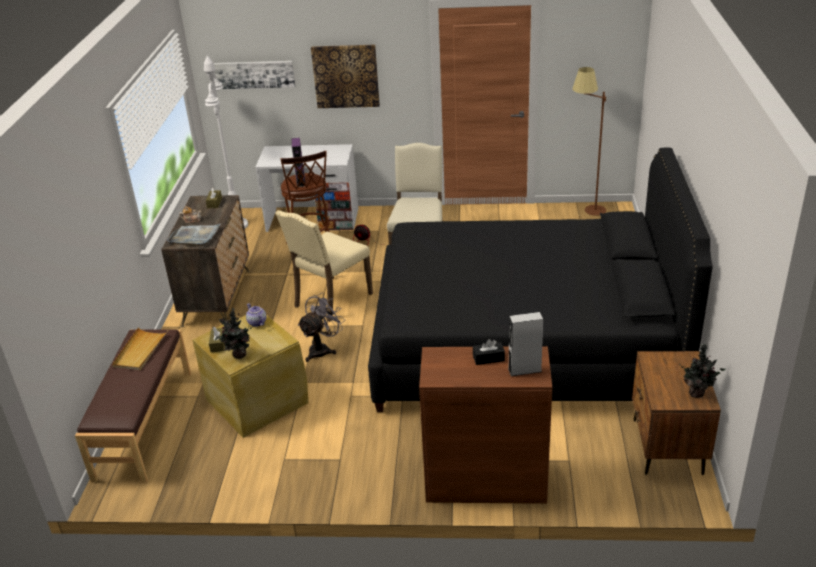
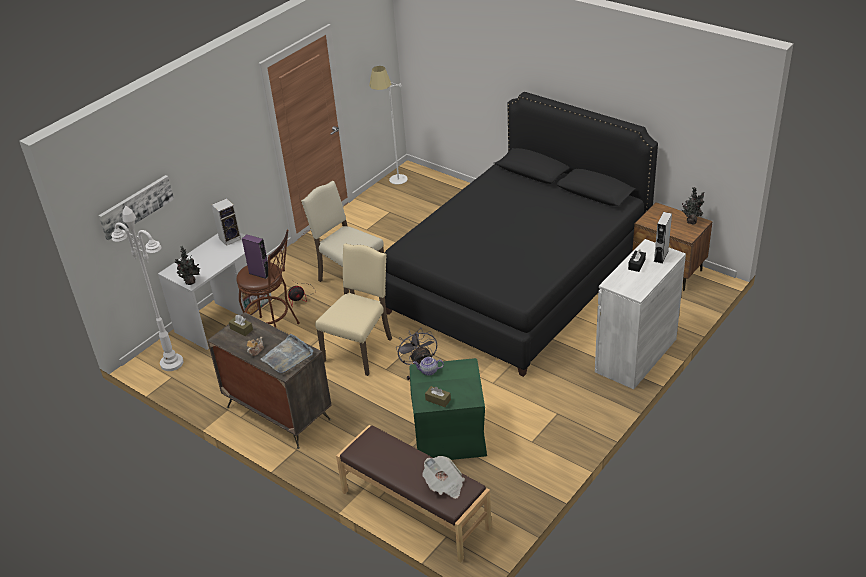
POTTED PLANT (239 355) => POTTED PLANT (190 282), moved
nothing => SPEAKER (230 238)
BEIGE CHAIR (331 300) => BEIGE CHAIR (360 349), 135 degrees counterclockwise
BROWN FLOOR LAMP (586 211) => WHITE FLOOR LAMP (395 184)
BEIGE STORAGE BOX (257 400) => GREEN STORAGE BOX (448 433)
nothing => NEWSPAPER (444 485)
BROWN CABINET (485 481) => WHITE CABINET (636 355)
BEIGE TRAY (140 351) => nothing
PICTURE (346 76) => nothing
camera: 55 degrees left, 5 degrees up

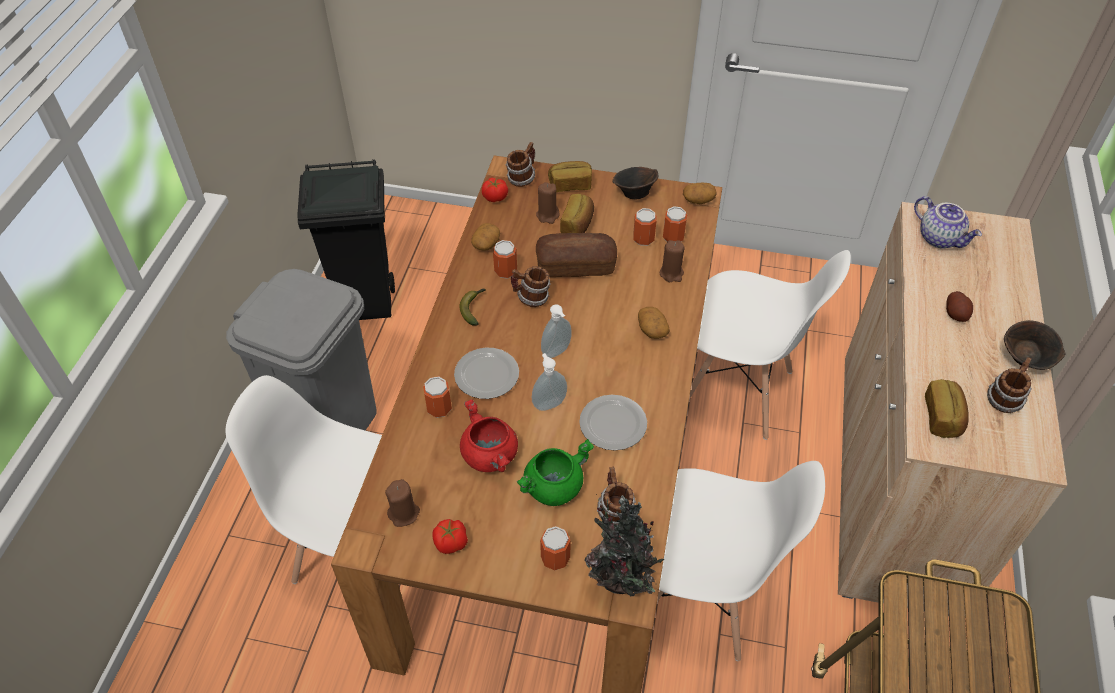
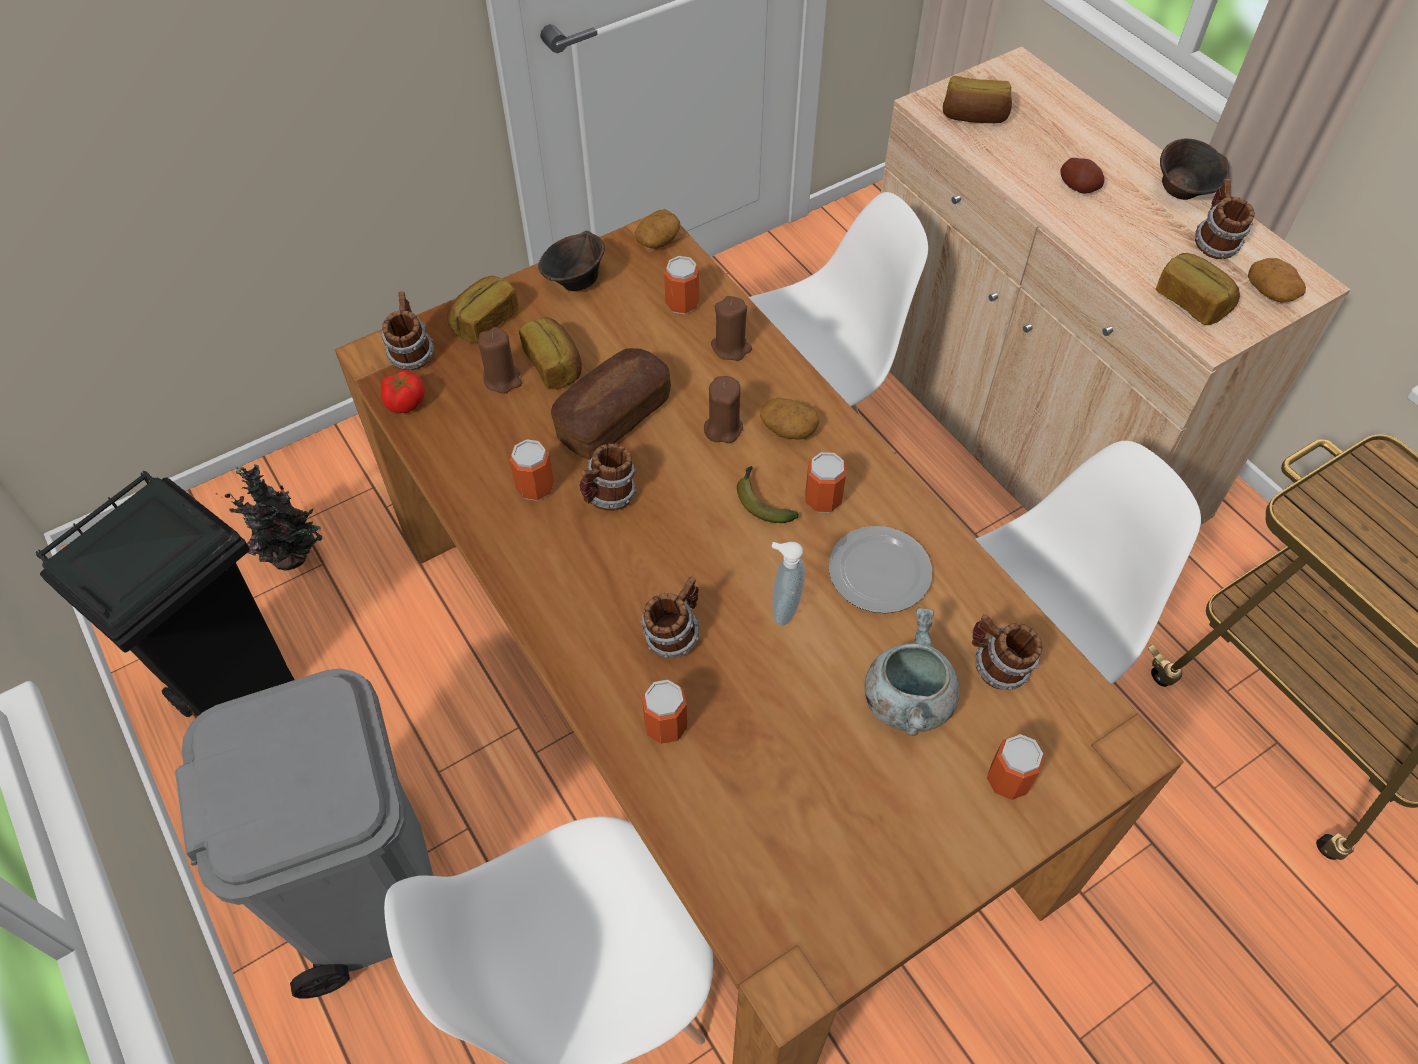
POTTED PLANT (622 581) => POTTED PLANT (294 556), moved
PLATE (487 376) => MUG (673 635)
BROWN CANDLE (404 513) => BROWN CANDLE (723 428), moved
BANANA (474 308) => BANANA (761 501), moved
CAN (643 239) => CAN (823 499), moved
GREEN COOKING POT (553 486) => GREY COOKING POT (906 699)
TEAPOT (940 238) => BREAD (973 116)
POTATO (486 244) => POTATO (1271 292), moved
TOMATO (451 543) => nothing
RED COOKING POT (491 455) => nothing
SOAP DISPENSER (557 353) => nothing
camera: 45 degrees left, 5 degrees up

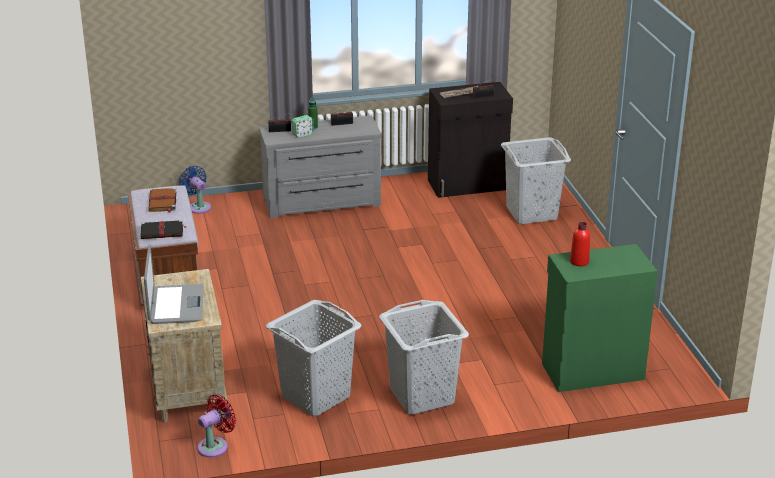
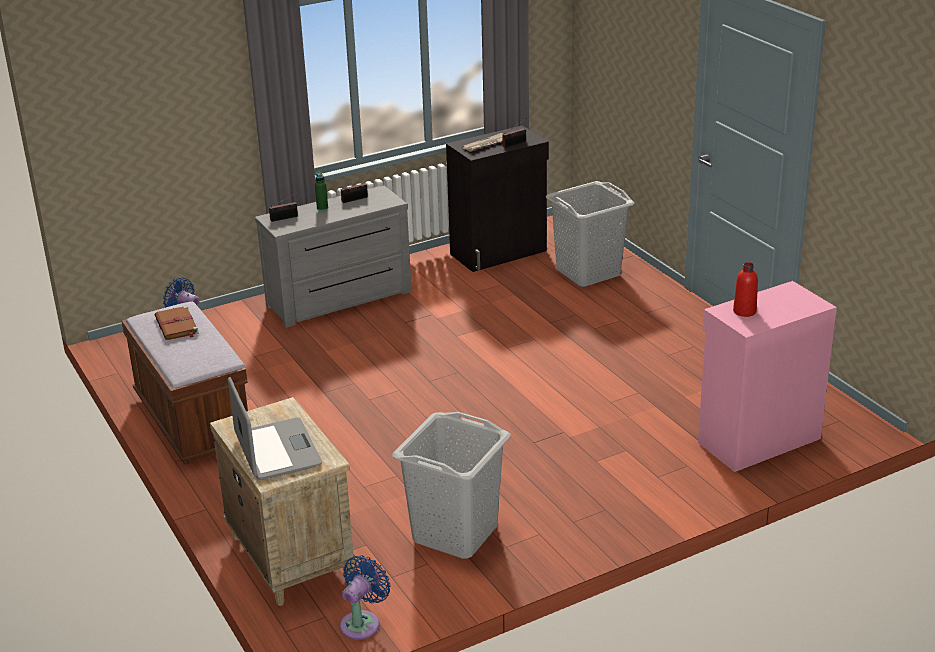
RED FAN (215 446) => BLUE FAN (362 622)
GREEN CABINET (591 371) => PINK CABINET (757 440)
BLACK BOOK (163 231) => nothing
ALARM CLOCK (302 134) => nothing
GREY LAUNDRY BASKET (422 396) => nothing
camera: 15 degrees left, 0 degrees up

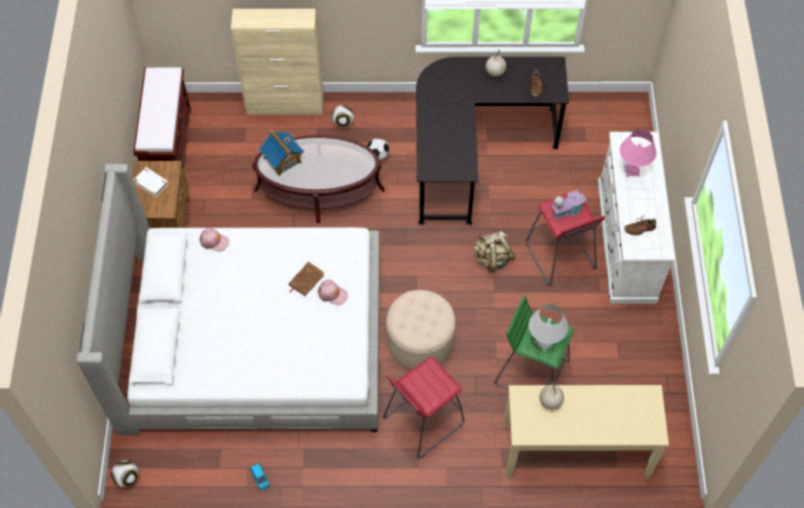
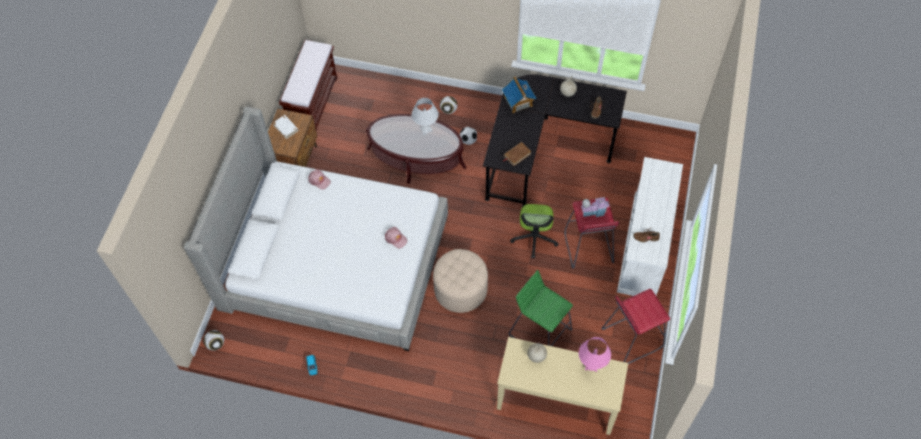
WHITE TABLE LAMP (544 342) => WHITE TABLE LAMP (426 129), moved
TOY HOUSE (282 160) => TOY HOUSE (518 102), moved
BROWN BOOK (306 280) => BROWN BOOK (517 155), moved
BEIGE BACKPACK (492 259) => OFFICE CHAIR (534 238)
PINK TABLE LAMP (632 171) => PINK TABLE LAMP (591 365), moved
RED STOOL (422 421) => RED STOOL (631 338), moved
BEIGE CABINET (285 105) => nothing
camera: 15 degrees right, 0 degrees up

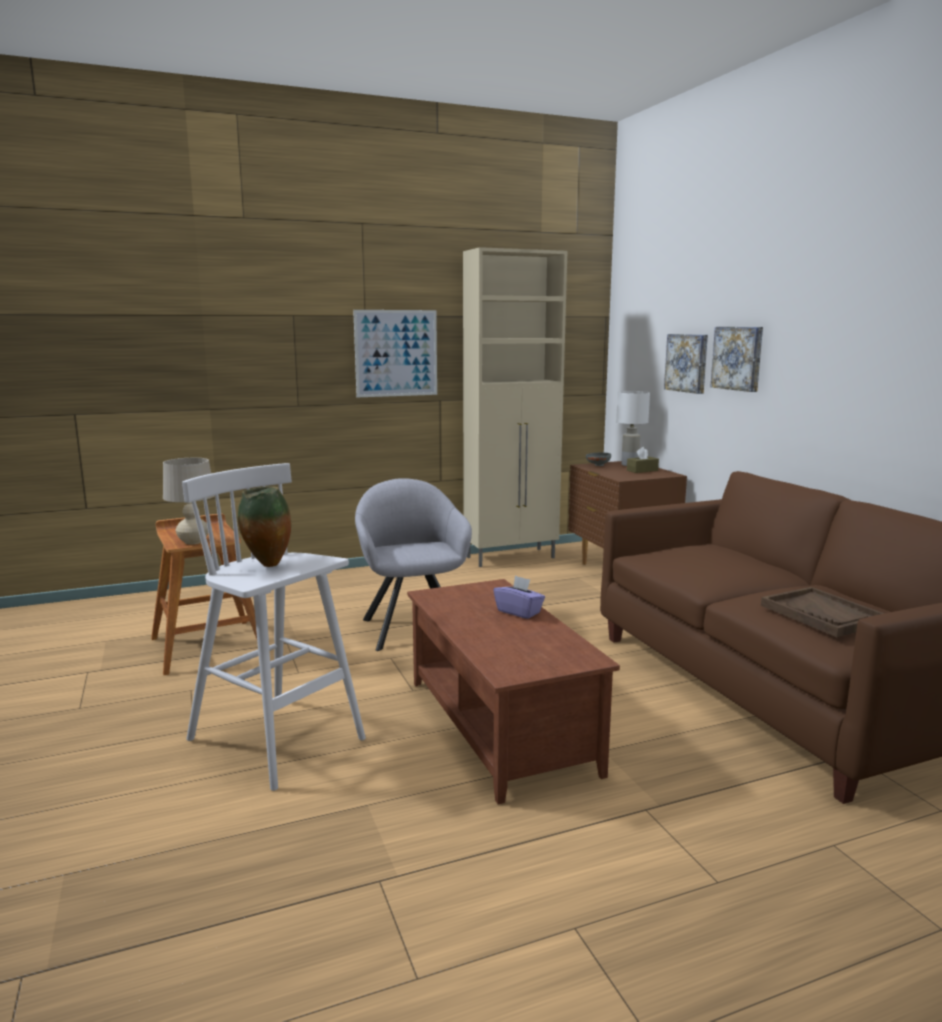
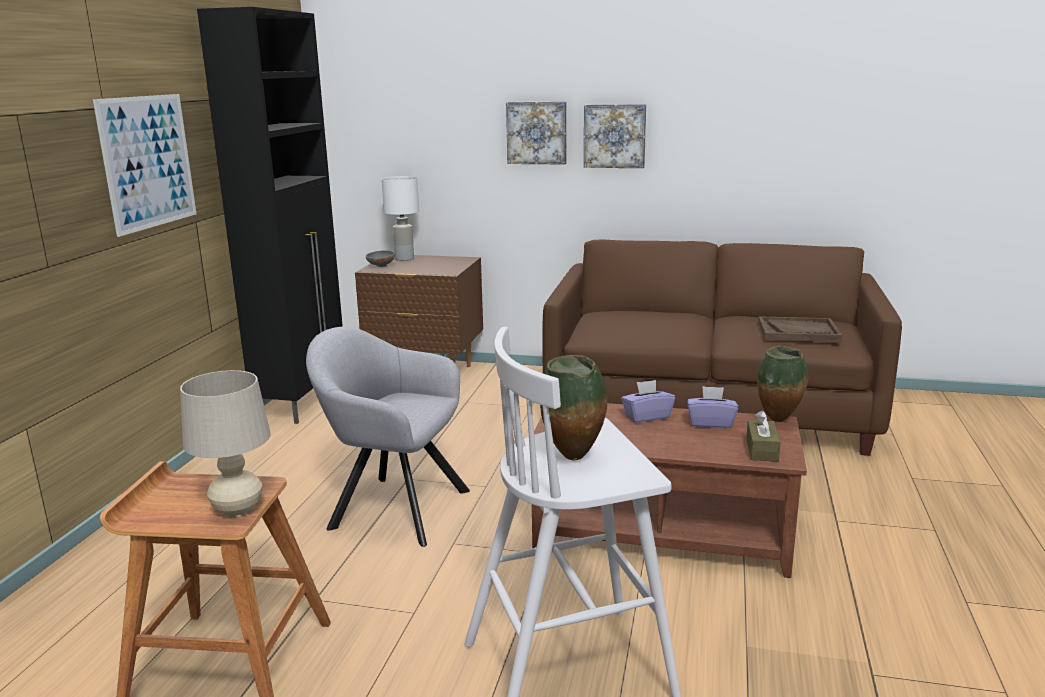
BEIGE CABINET (512 557) => BLACK CABINET (303 401)
PICTURE (687 363) => PICTURE (614 136), moved
nothing => PURPLE TISSUE BOX (711 423)
BROWN TISSUE BOX (642 470) => BROWN TISSUE BOX (762 450), moved
nothing => VASE (779 421)
camera: 55 degrees left, 5 degrees up

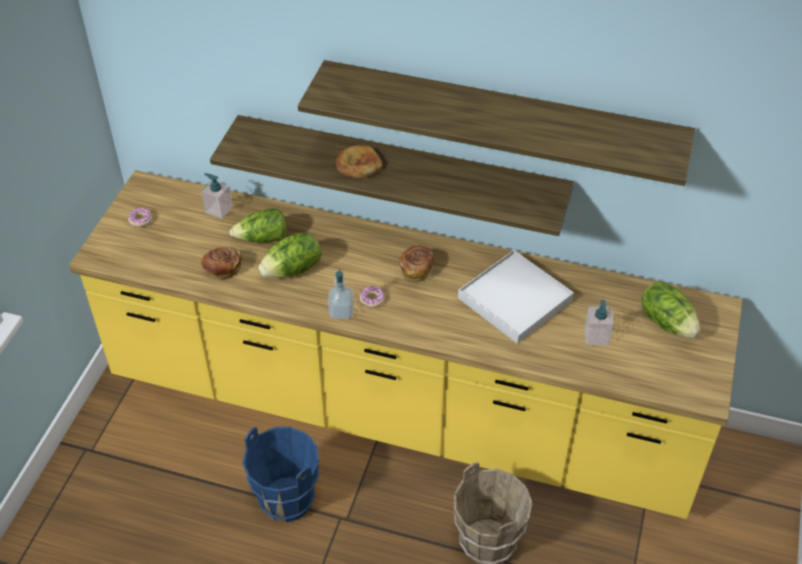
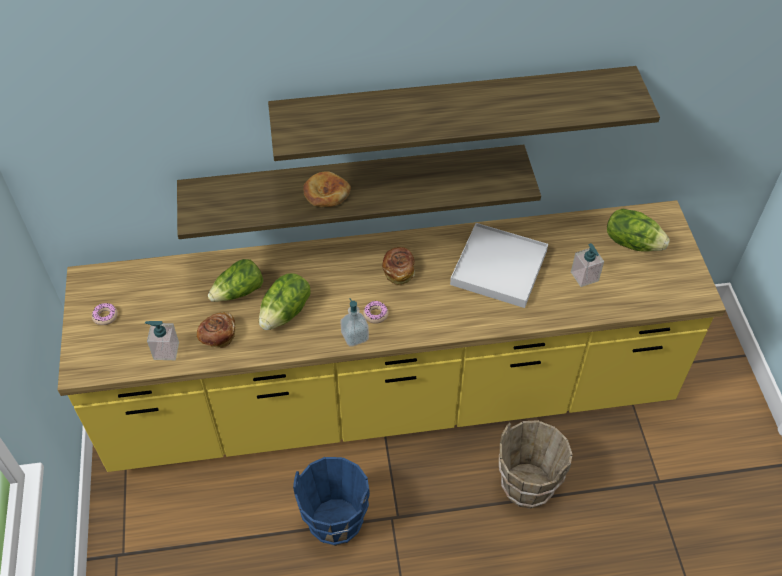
SOAP DISPENSER (219 210) => SOAP DISPENSER (166 351), moved
camera: 25 degrees left, 5 degrees up

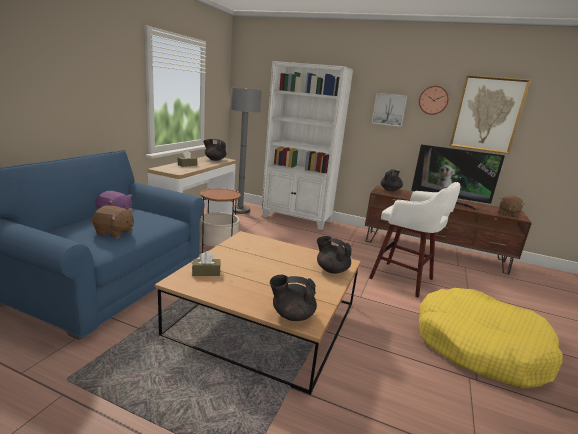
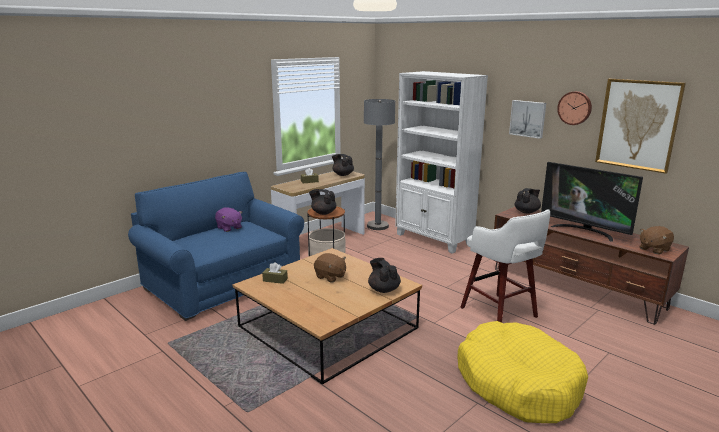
BLACK TEAPOT (292 315) => BLACK TEAPOT (323 213), moved
BROWN PLUSH TOY (114 232) => BROWN PLUSH TOY (330 277), moved
camera: 25 degrees right, 0 degrees up

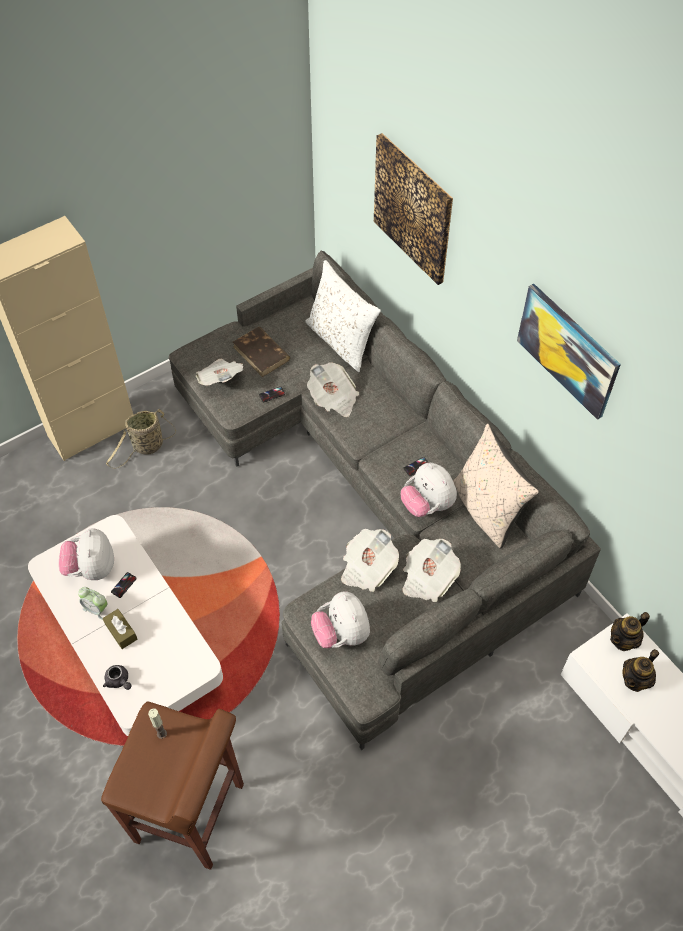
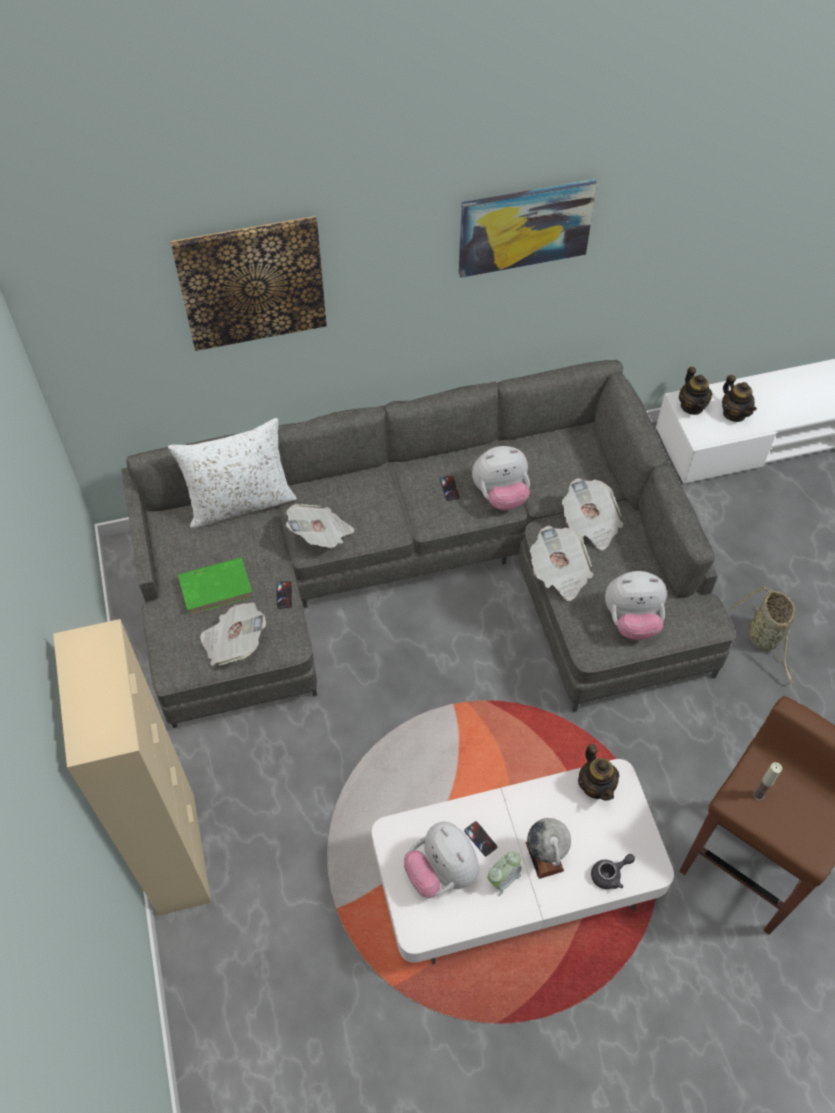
BROWN BOOK (262 353) => GREEN BOOK (216 587)
PLUSH TOY (91 568) => PLUSH TOY (442 872), 45 degrees clockwise
BROWN TISSUE BOX (121 632) => GLOBE (544 856)
nothing => TEAPOT (596 785)
BASKET (146 447) => BASKET (764 639), moved
BEIGE PILLOW (487 510) => nothing
camera: 70 degrees left, 0 degrees up

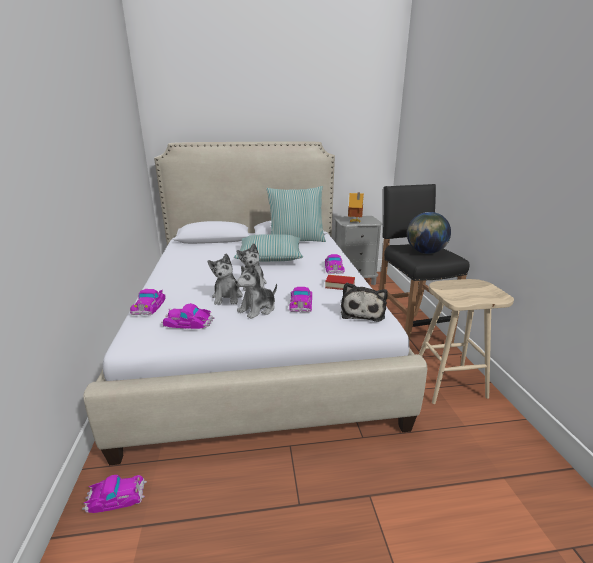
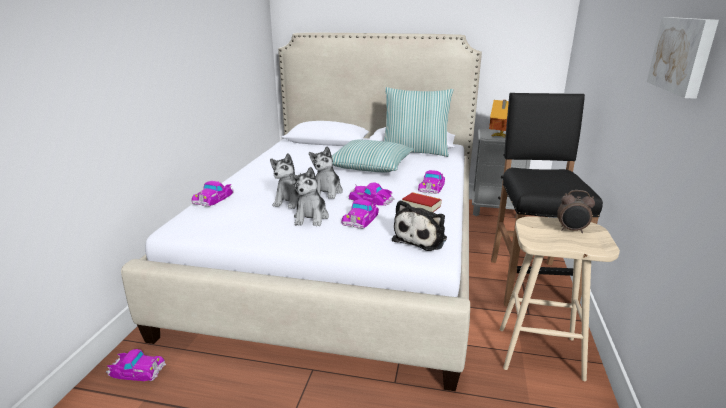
PLUSH TOY (258 309) => PLUSH TOY (311 217), 60 degrees counterclockwise
TOY CAR (188 322) => TOY CAR (371 199), moved
nothing => ALARM CLOCK (571 230)
nothing => PICTURE (683 55)
GLOBE (425 252) => nothing
camera: 20 degrees right, 0 degrees up

